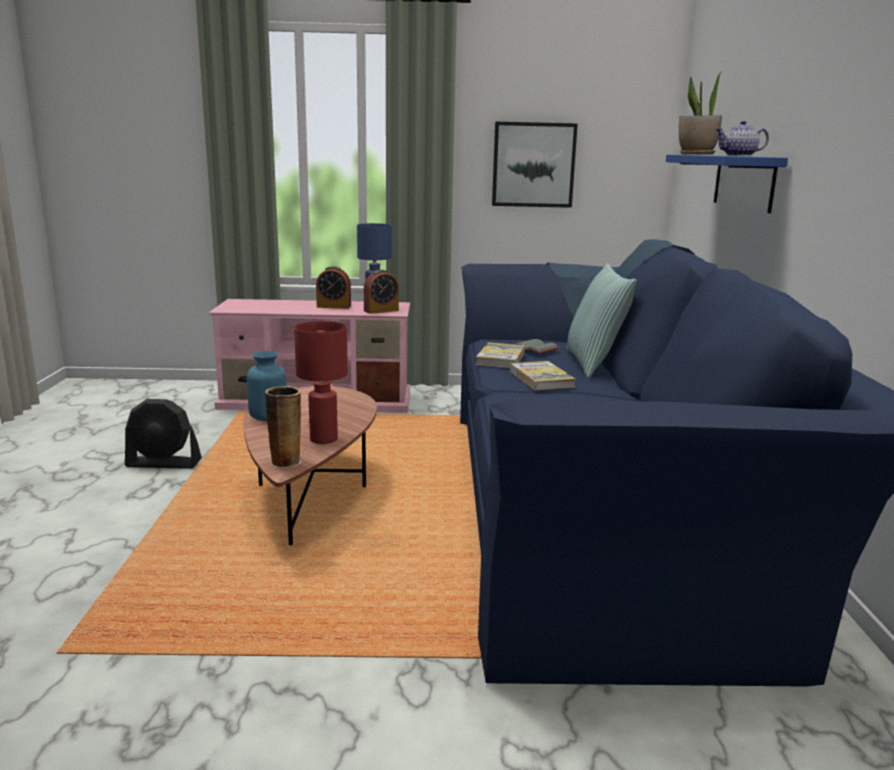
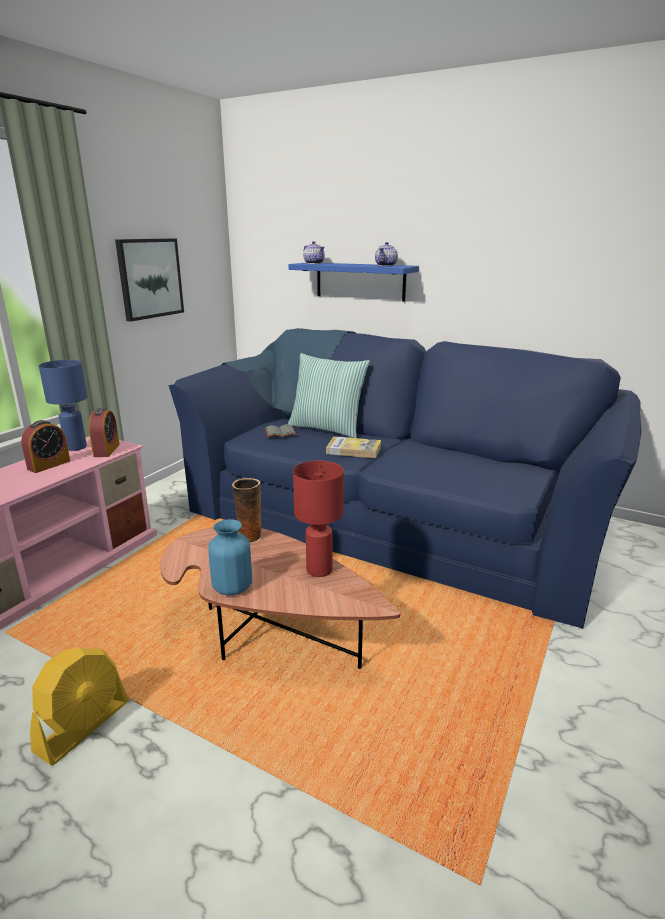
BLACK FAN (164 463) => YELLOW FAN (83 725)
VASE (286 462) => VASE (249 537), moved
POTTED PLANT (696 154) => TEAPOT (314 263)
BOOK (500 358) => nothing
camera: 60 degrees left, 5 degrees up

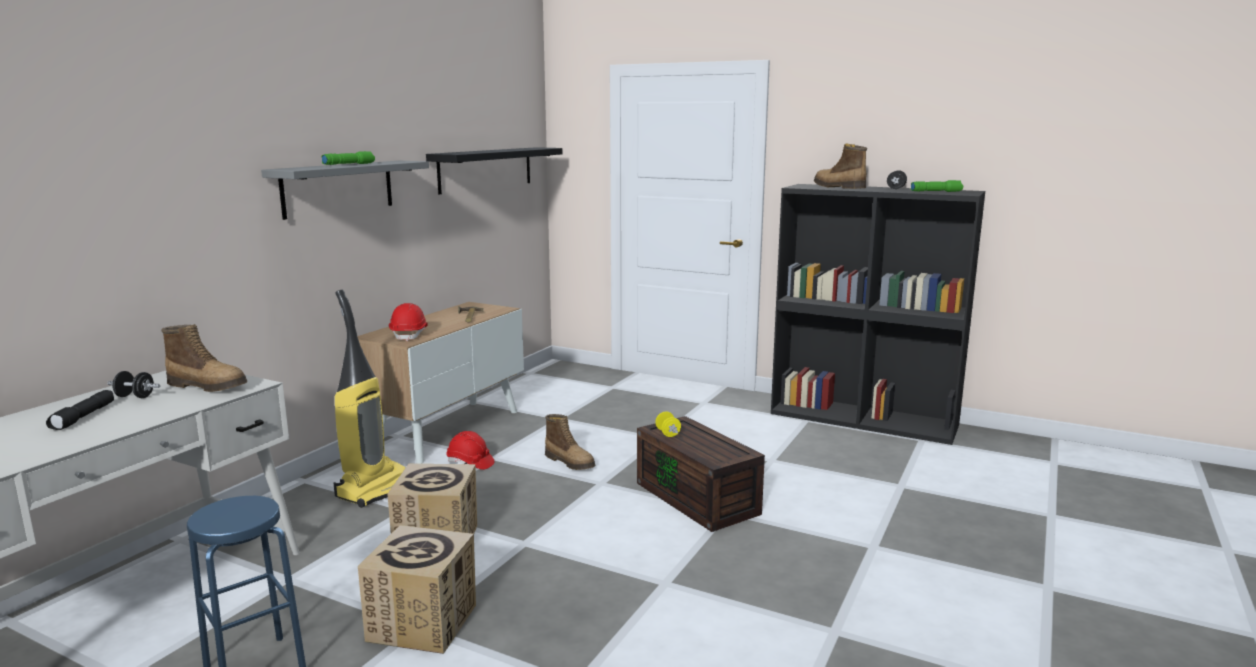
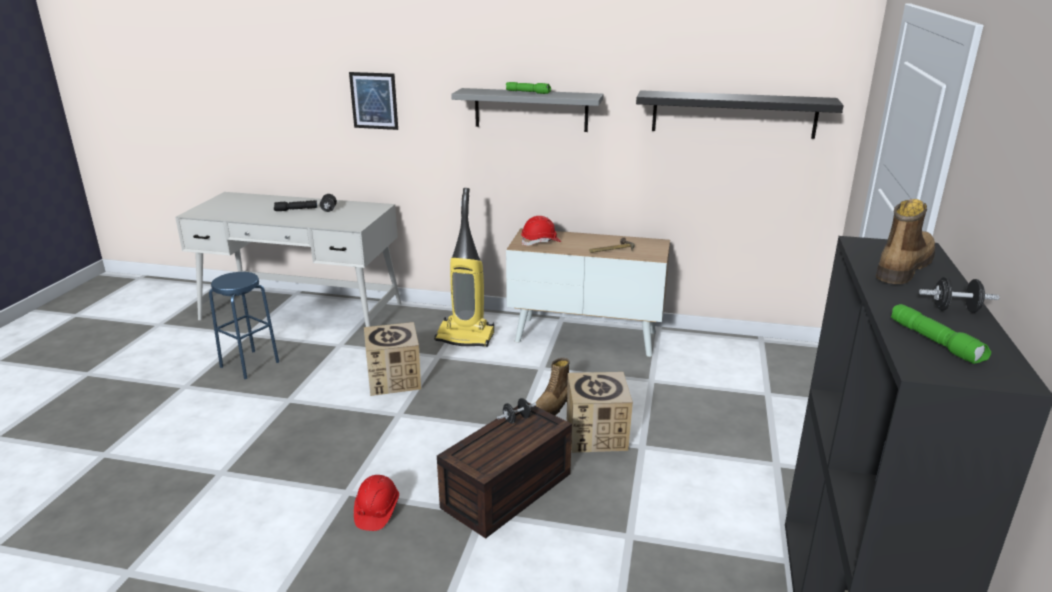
nothing => PICTURE (374 101)
RED HARD HAT (470 463) => RED HARD HAT (376 511), moved
YELLOW DUMBBELL (668 433) => BLACK DUMBBELL (516 419)
CARDBOARD BOX (423 622) => CARDBOARD BOX (596 435), moved
BOOT (209 386) => nothing
camera: 75 degrees right, 10 degrees up

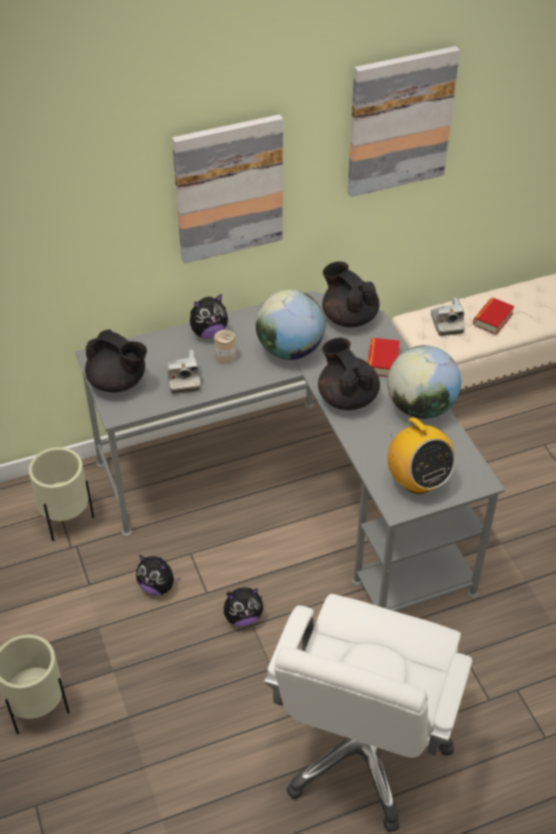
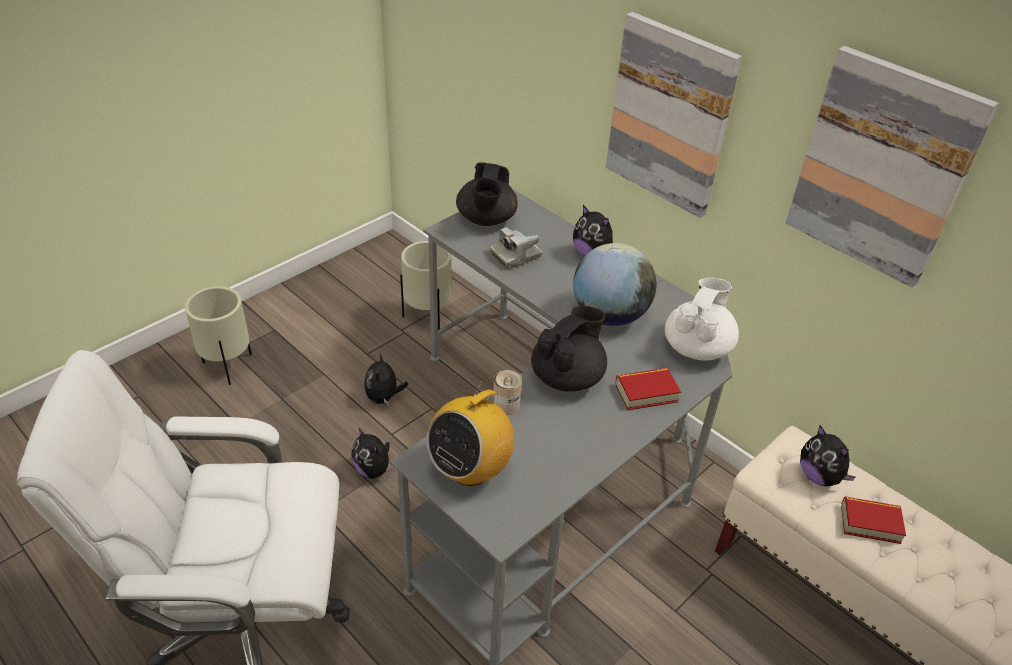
CAN (225 356) => CAN (506 405), moved
BLACK TEAPOT (349 317) => WHITE TEAPOT (697 347)
PHOTO CAMERA (446 324) => PLUSH TOY (819 476)
GLOBE (420 407) => nothing
camera: 65 degrees right, 5 degrees down

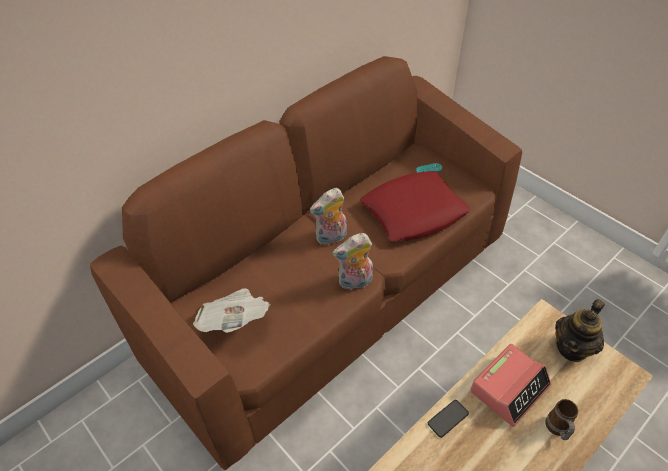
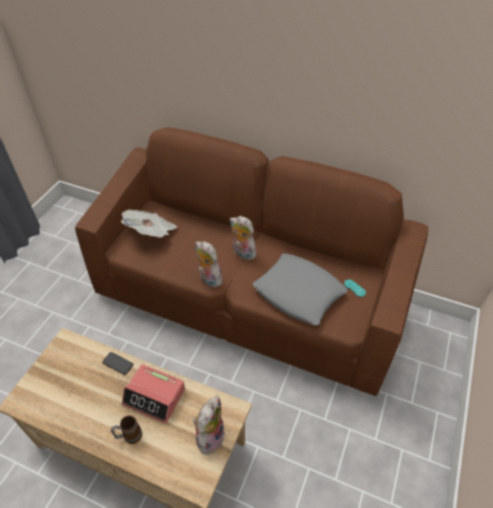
TEAPOT (572 347) => PLUSH TOY (209 436)
RED PILLOW (414 212) => GREY PILLOW (299 293)
camera: 65 degrees right, 0 degrees up

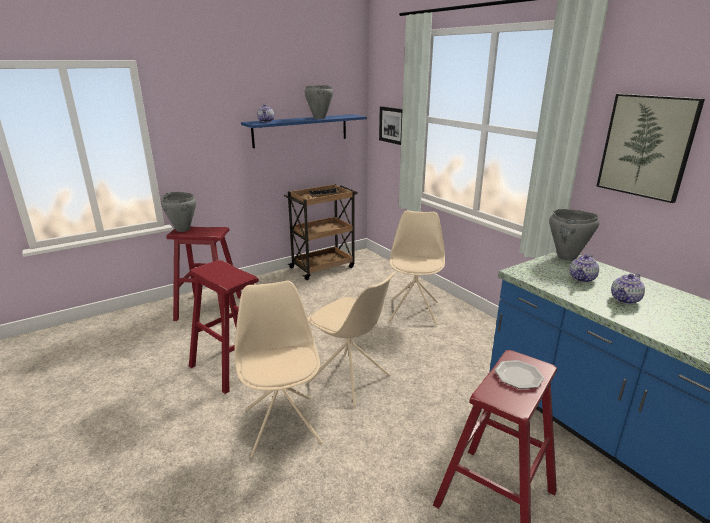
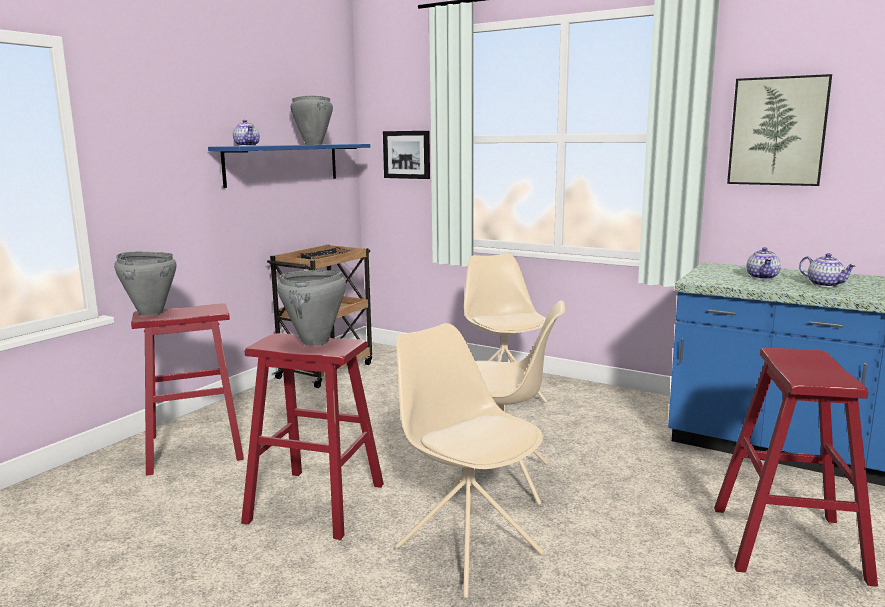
GREY COOKING POT (567 257) => GREY COOKING POT (315 342), moved
TEAPOT (625 299) => TEAPOT (825 284), 60 degrees counterclockwise
PLATE (518 376) => nothing
camera: 25 degrees left, 10 degrees down

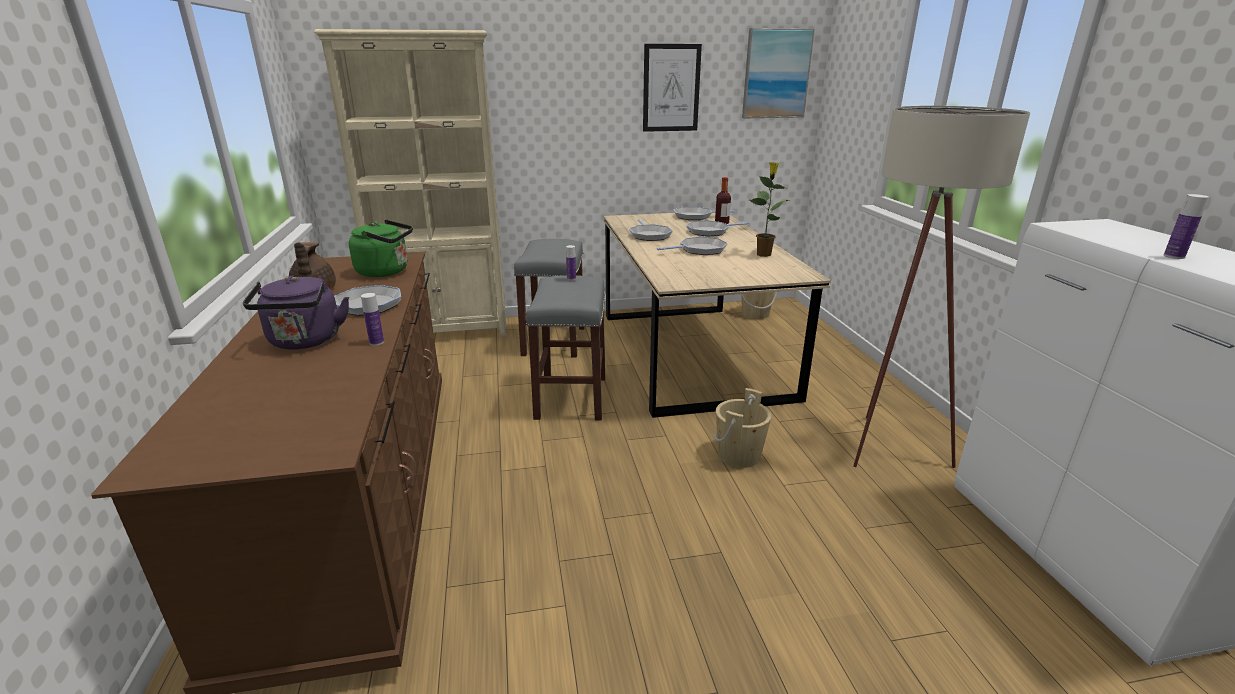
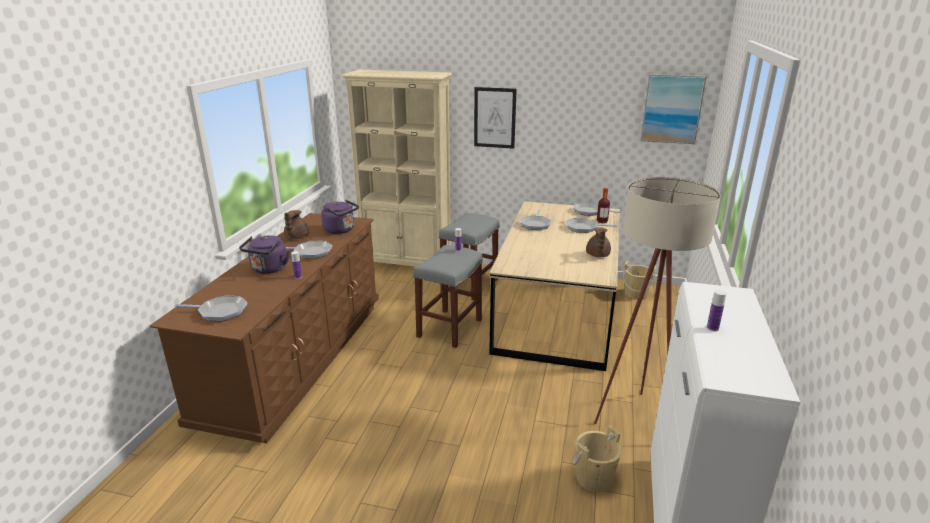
FRYING PAN (700 250) => FRYING PAN (220 312), moved
GREEN KETTLE (386 272) => PURPLE KETTLE (341 230)
PICTURE (671 88) => PICTURE (494 118), moved
BEIGE BUCKET (739 455) => BEIGE BUCKET (594 478), moved
POTTED PLANT (764 254) => BROWN TEAPOT (597 255)
camera: 25 degrees right, 0 degrees up

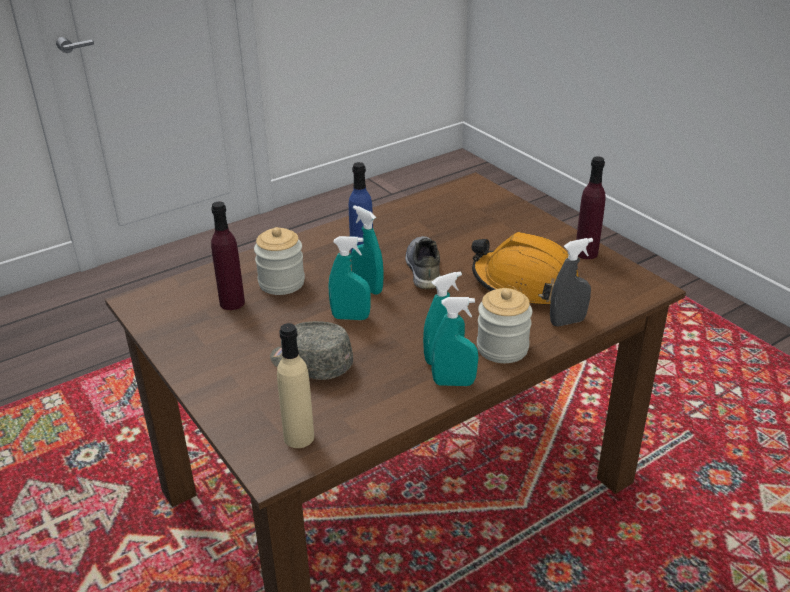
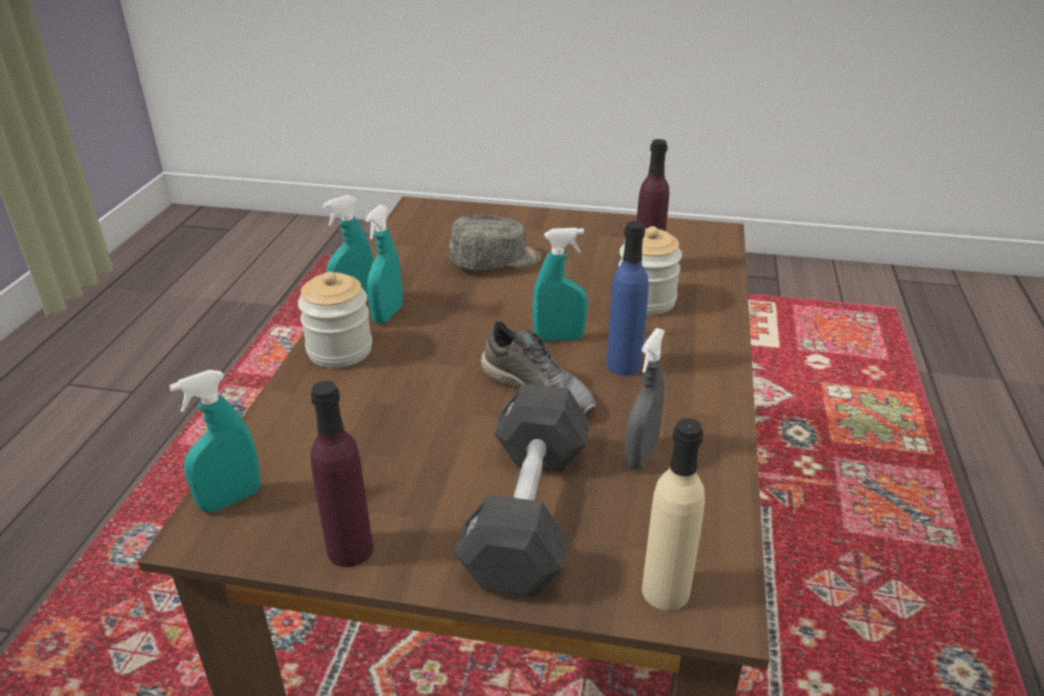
TURQUOISE SPRAY BOTTLE (350 317) => TURQUOISE SPRAY BOTTLE (231 499), moved
nothing => BLACK DUMBBELL (528 513)
GREY SPRAY BOTTLE (567 322) => GREY SPRAY BOTTLE (641 455), moved
BEIGE BOTTLE (299 437) => BEIGE BOTTLE (665 591), moved
ORANGE HARD HAT (525 284) => nothing
camera: 135 degrees right, 0 degrees up

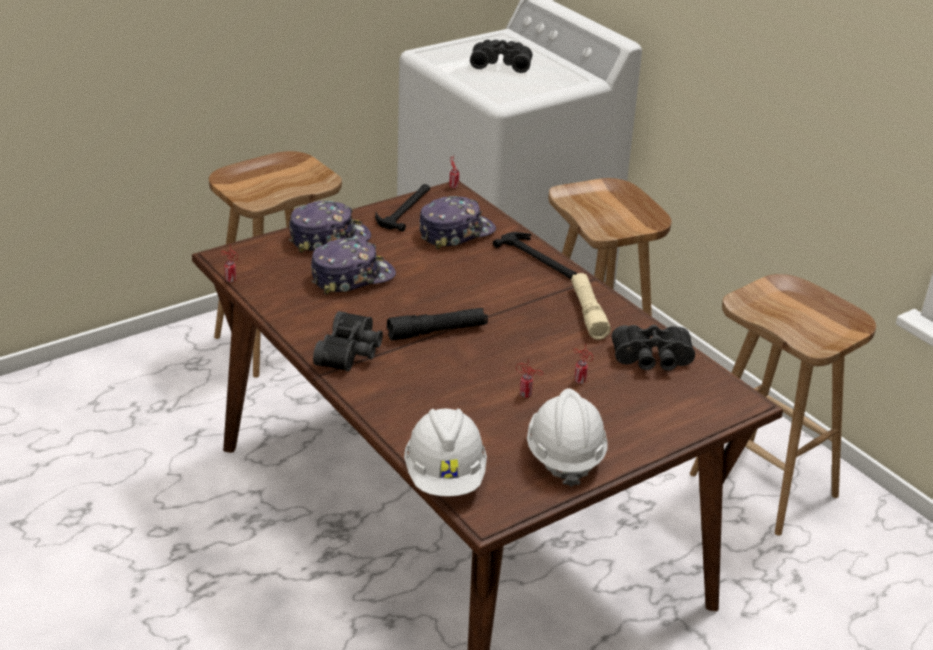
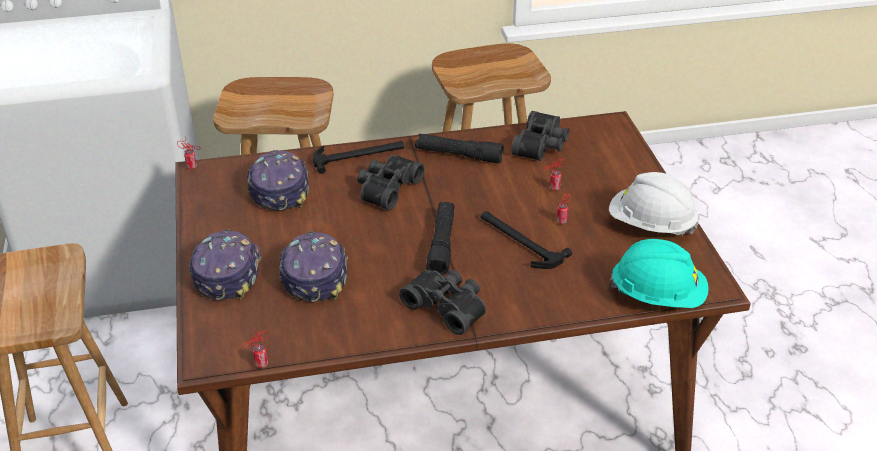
BLACK BINOCULARS (501 63) => BLACK BINOCULARS (386 188), moved
BEIGE FLASHLIGHT (588 312) => BLACK FLASHLIGHT (458 155)
HAMMER (405 209) => HAMMER (519 241), moved
WHITE HARD HAT (445 476) => TURQUOISE HARD HAT (657 296)
camera: 65 degrees left, 5 degrees up

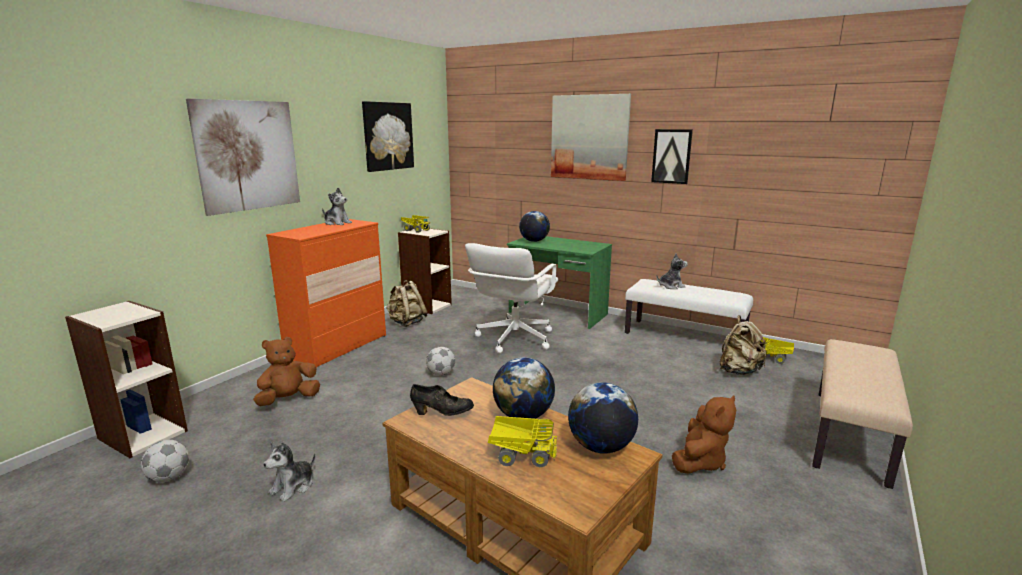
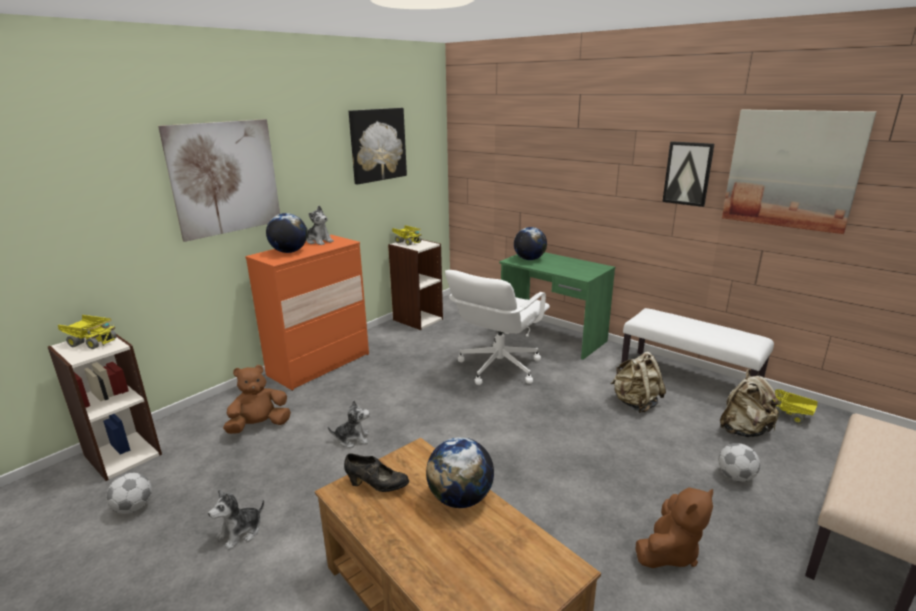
TOY TRUCK (521 455) => TOY TRUCK (92 342), moved
GLOBE (601 447) => GLOBE (289 252), moved
PLUSH TOY (670 286) => PLUSH TOY (352 439), moved
BEIGE BACKPACK (407 323) => BEIGE BACKPACK (635 403), moved
FOOTBALL (441 374) => FOOTBALL (735 476), moved
PICTURE (589 137) => PICTURE (792 169), moved
camera: 10 degrees right, 5 degrees up

